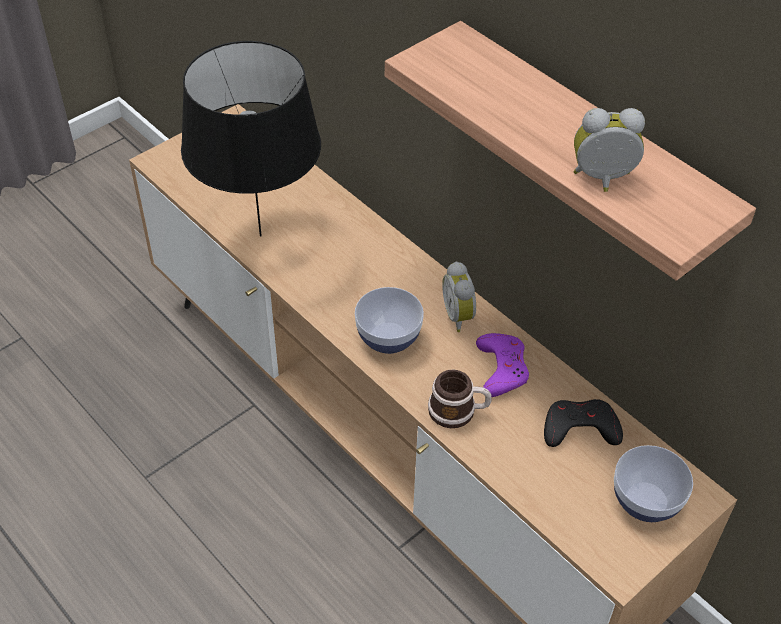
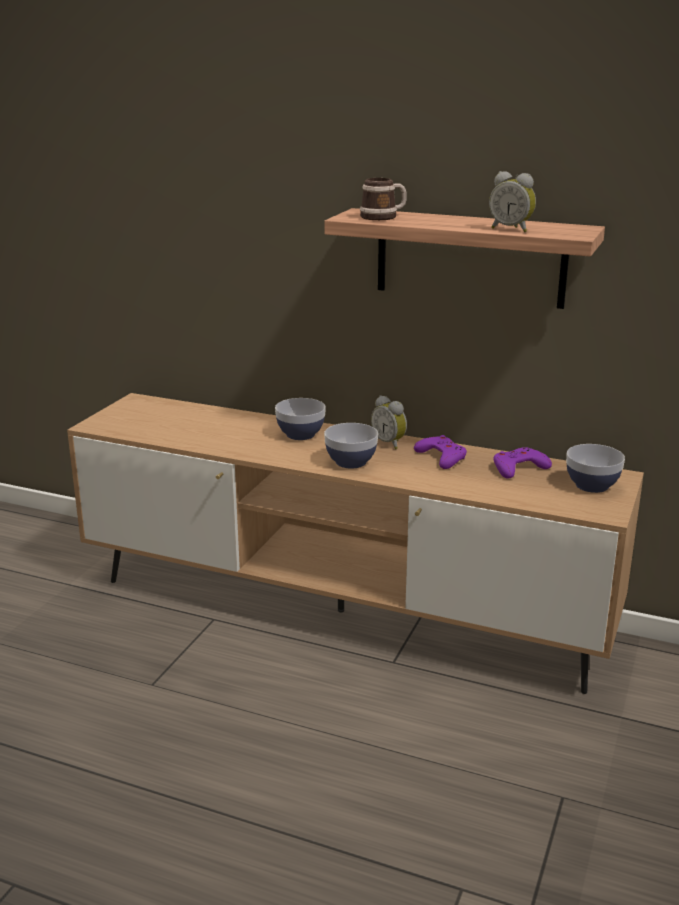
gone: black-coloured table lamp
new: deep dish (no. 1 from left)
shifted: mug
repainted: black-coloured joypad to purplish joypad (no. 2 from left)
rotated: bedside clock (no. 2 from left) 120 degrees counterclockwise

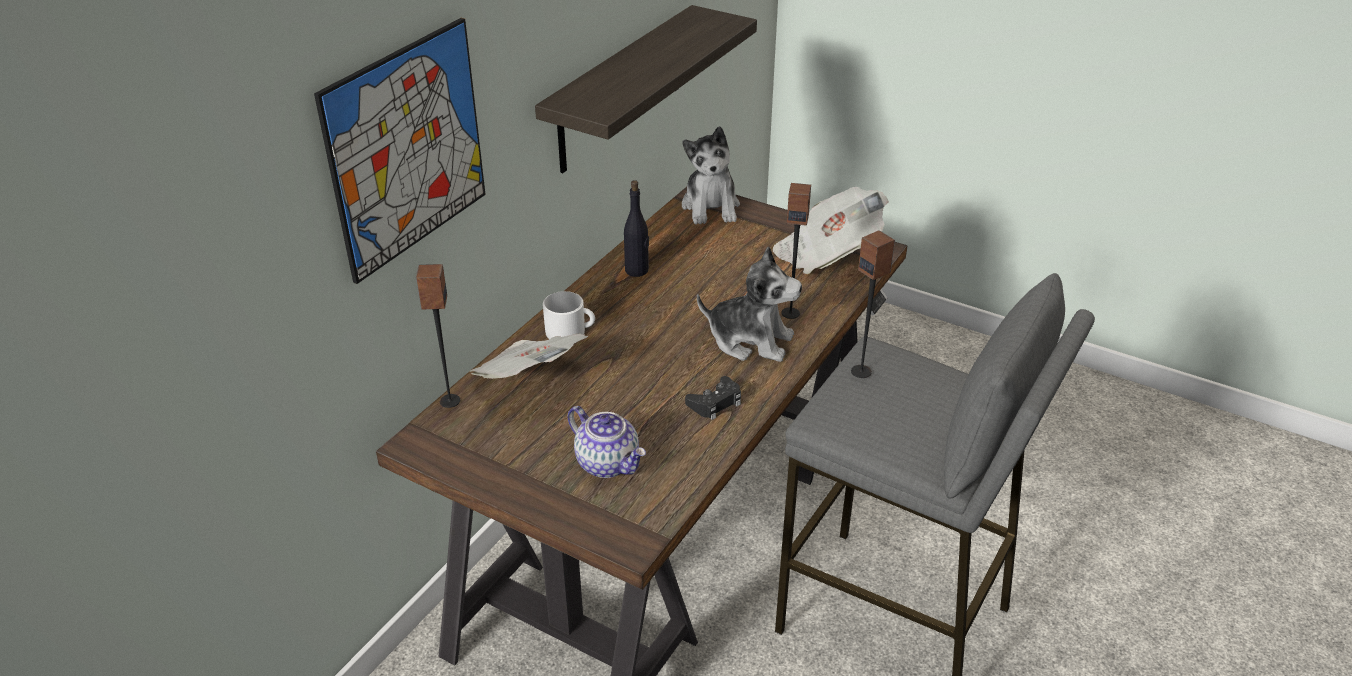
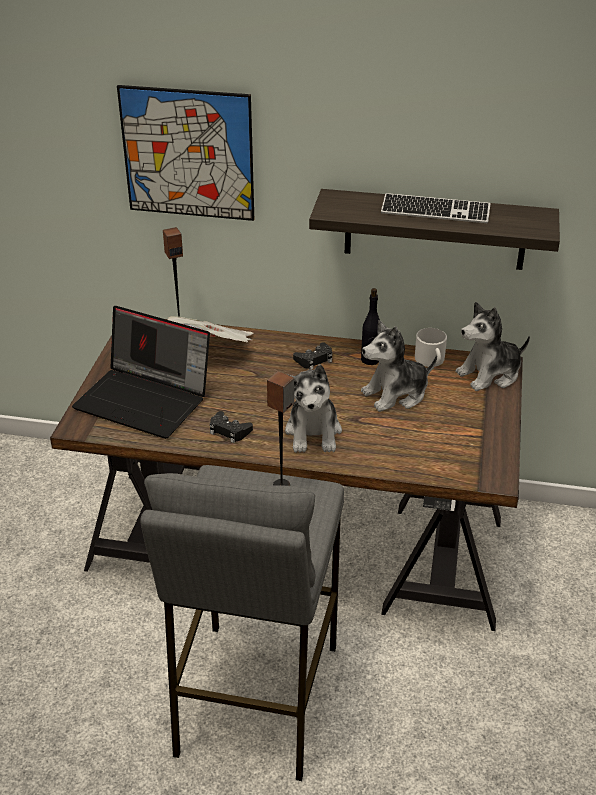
gone: printed paper (no. 2 from left); loudspeaker (no. 2 from left)
new: black-coloured joypad (no. 2 from left); cuddly toy (no. 2 from left); computer keyboard
shifted: white-coloured mug
swapped: pot for tea to notebook computer

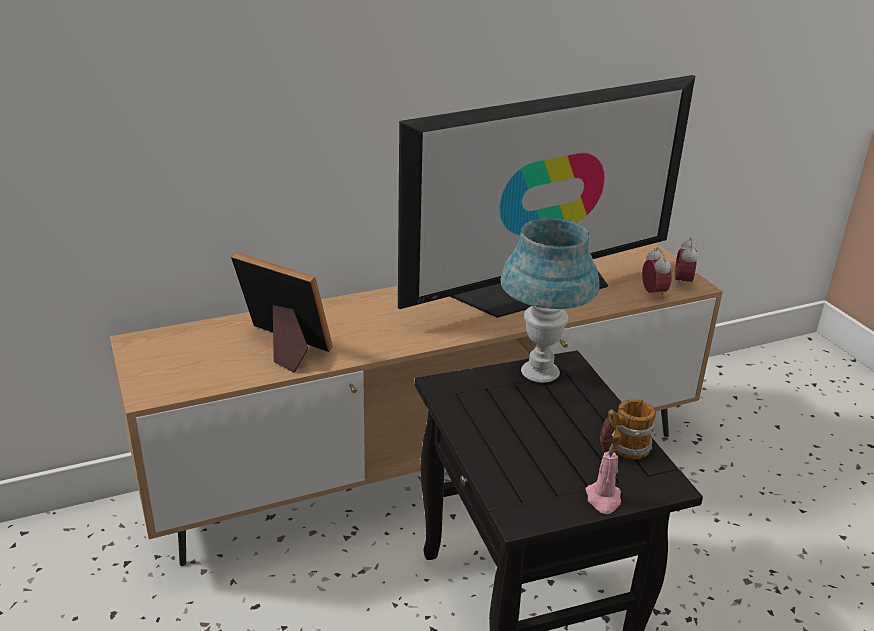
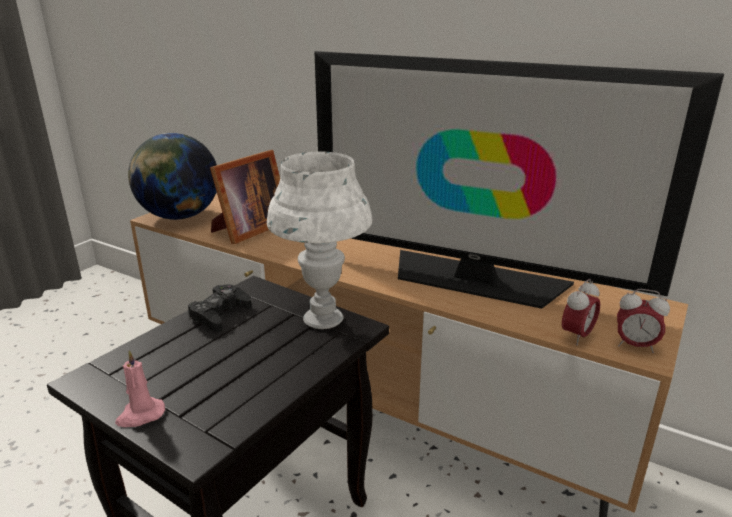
gone: mug
new: globe; black-coloured joypad
repainted: blue table lamp to white-coloured table lamp
rotated: photo frame 45 degrees clockwise; bedside clock (no. 2 from left) 135 degrees counterclockwise

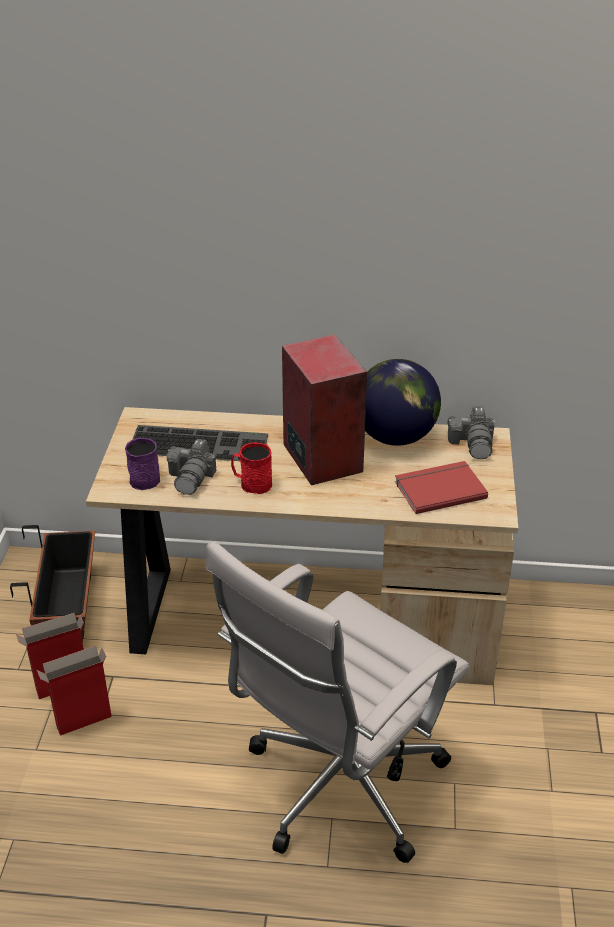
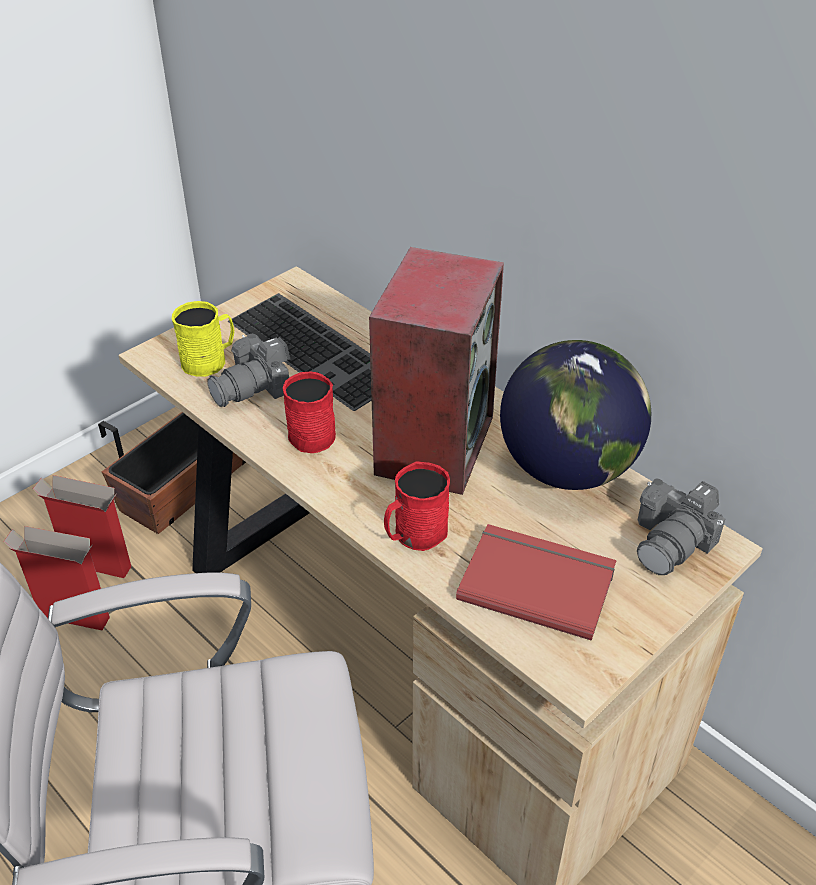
new: reddish mug (no. 2 from left)
repainted: purplish mug to yellow mug

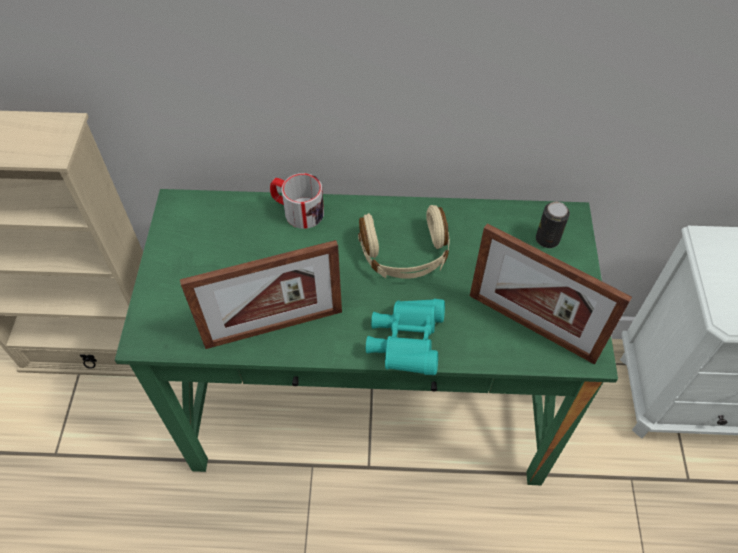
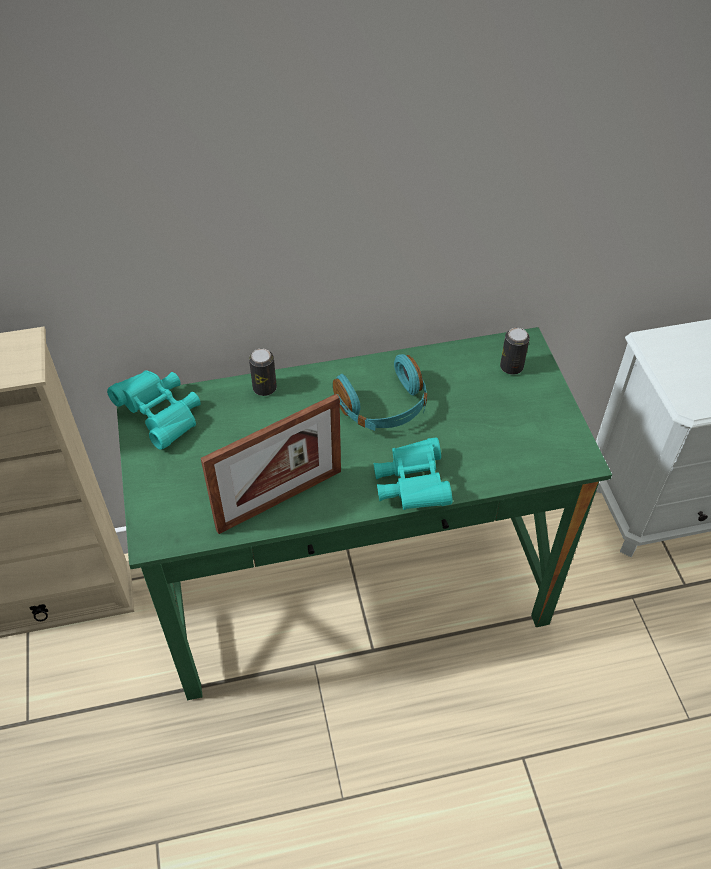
gone: photo frame (no. 2 from left)
new: blue-green field glasses (no. 1 from left)
swapped: mug to sealed can (no. 1 from left)
repainted: sand-coloured pair of headphones to blue-green pair of headphones

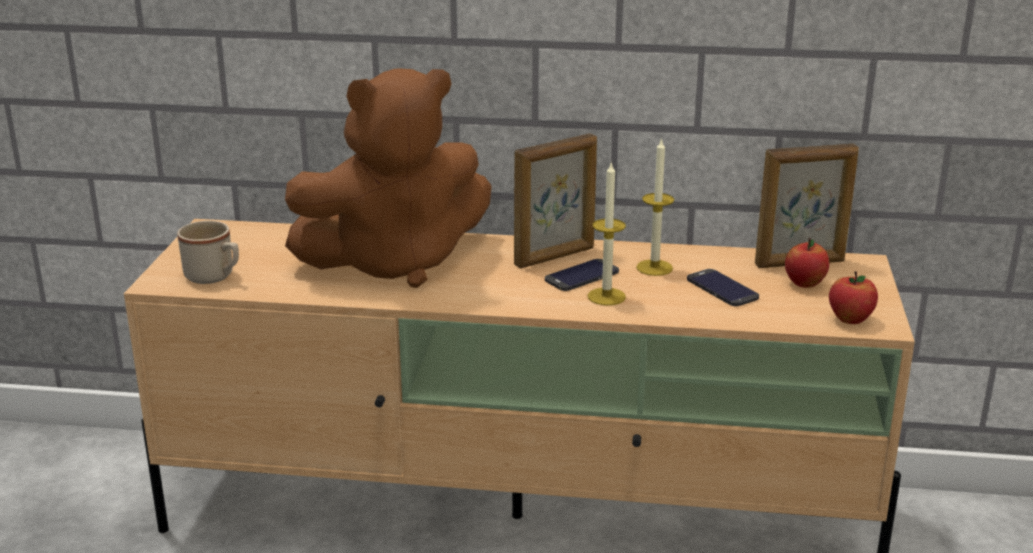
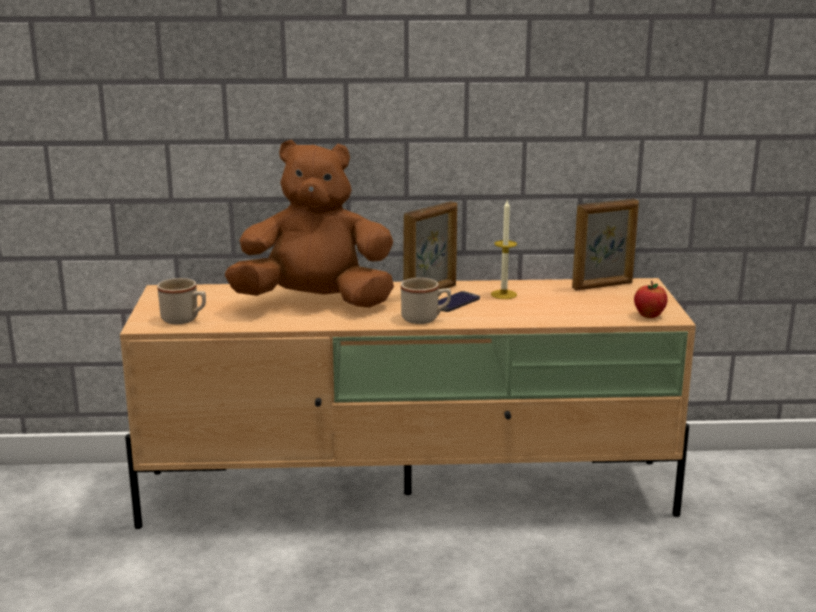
gone: wax light (no. 1 from left); telephone (no. 2 from left); apple (no. 1 from left)
new: sand-coloured mug (no. 2 from left)
rotated: brown cuddly toy 150 degrees counterclockwise

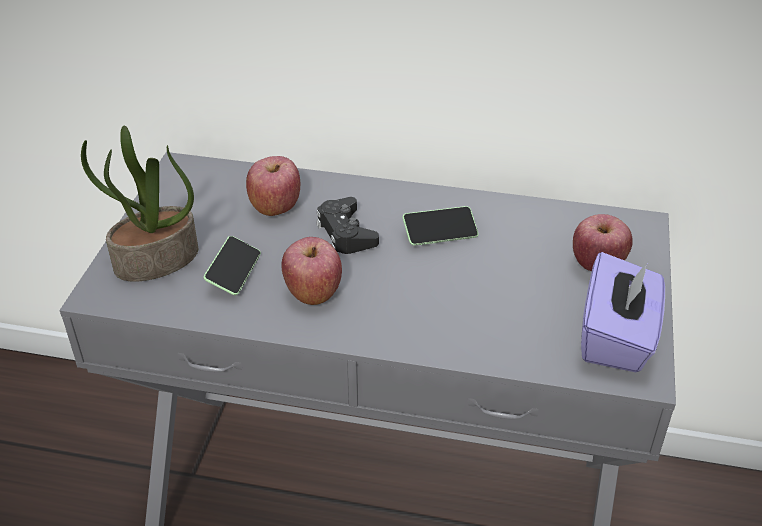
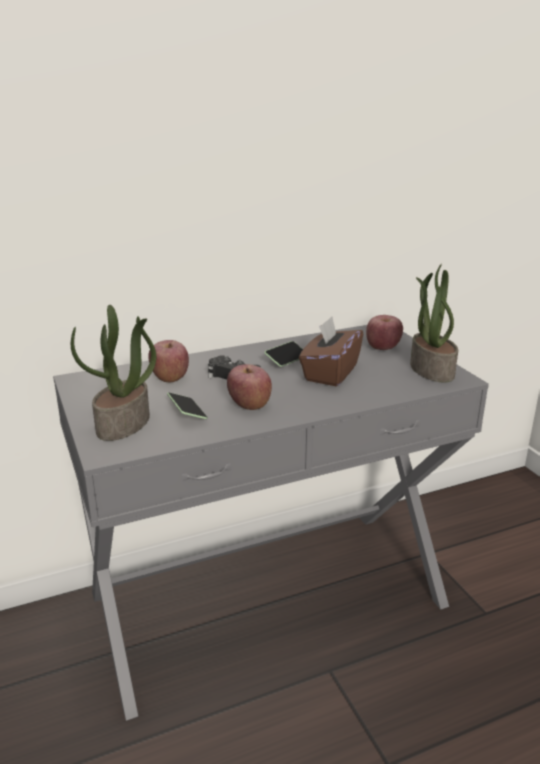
new: brown box of tissues
swapped: purplish box of tissues to potted plant (no. 2 from left)

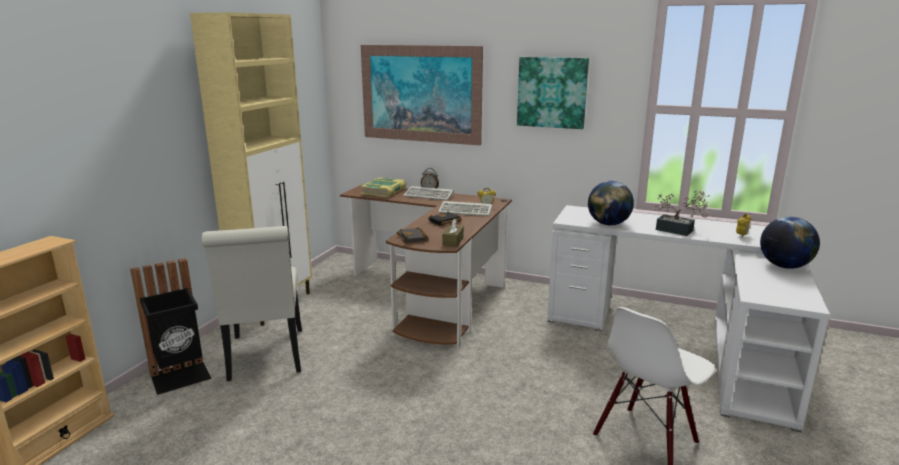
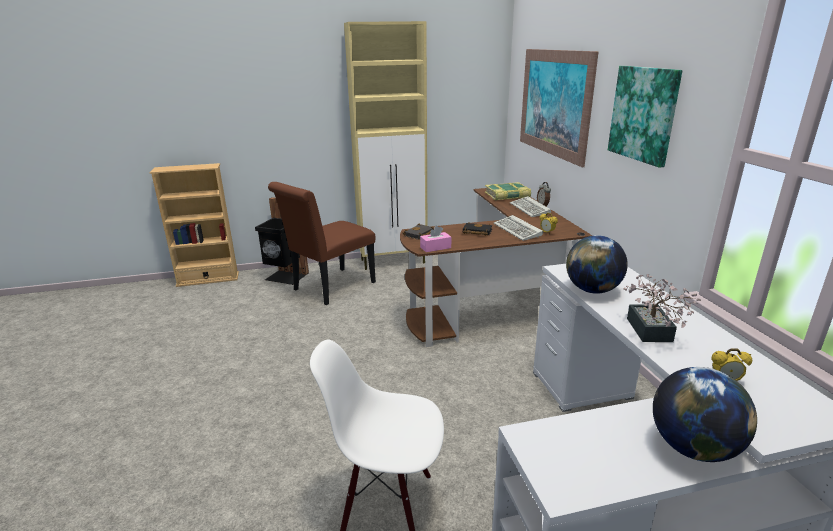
repainted: white-coloured chair (no. 1 from left) to brown chair; brown box of tissues to pink box of tissues

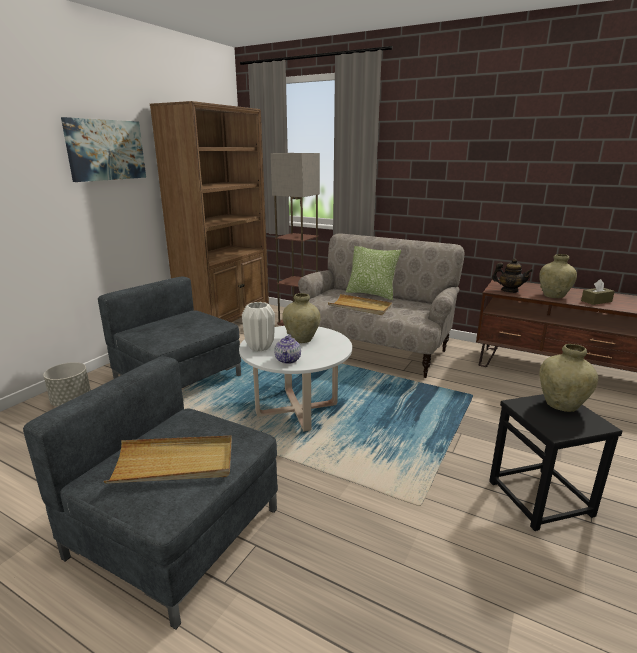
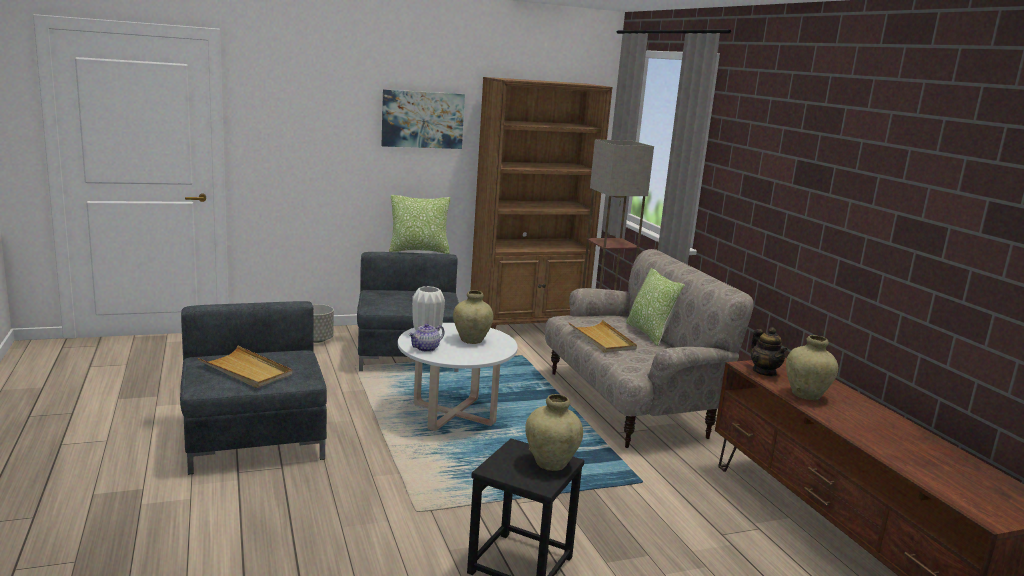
gone: brown box of tissues
new: pillow (no. 1 from left)

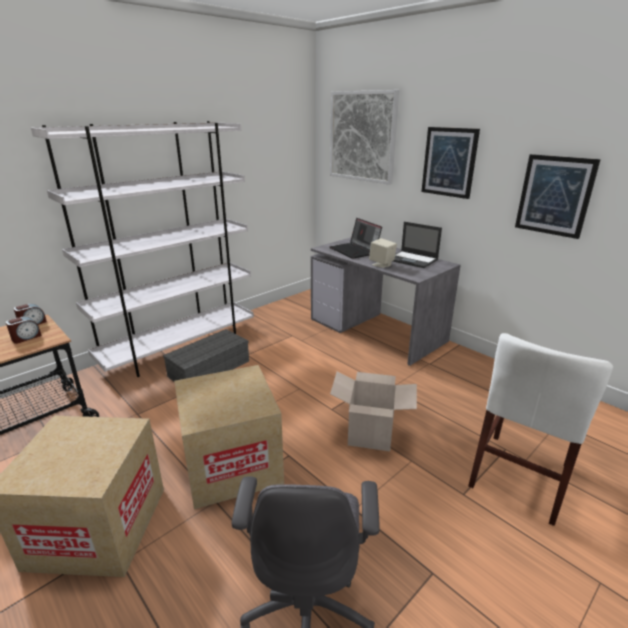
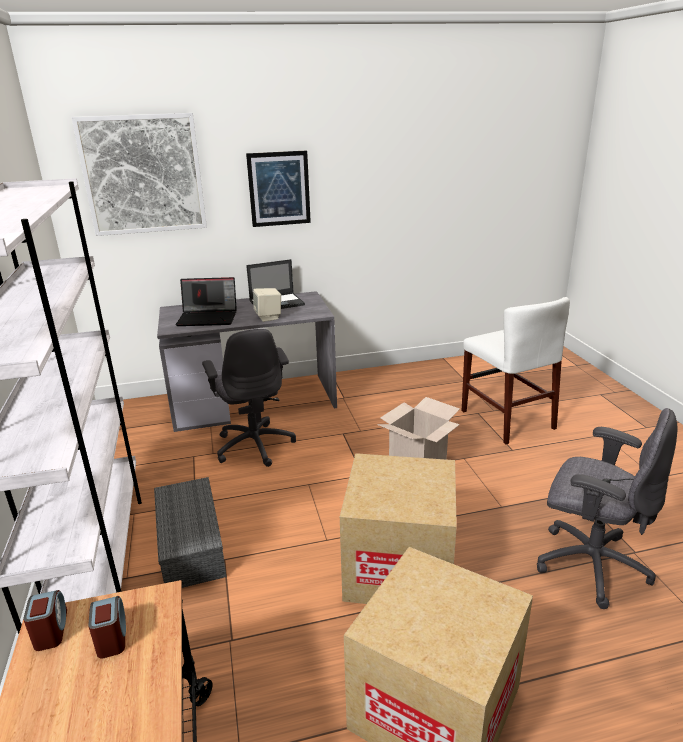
gone: wall picture (no. 3 from left)
new: grey desk chair (no. 1 from left)

